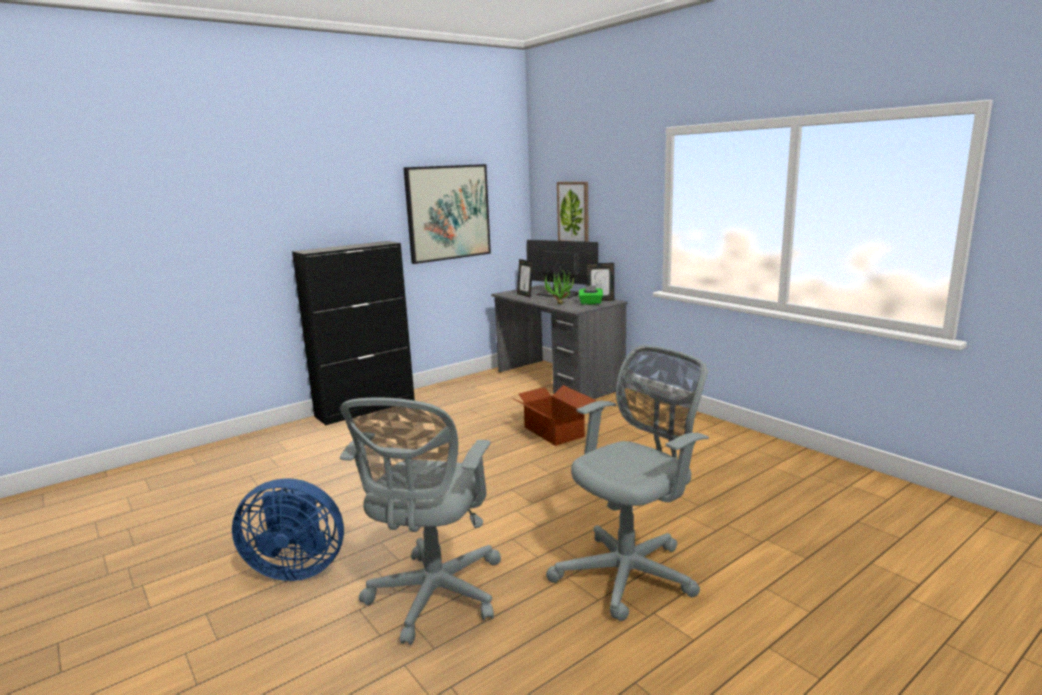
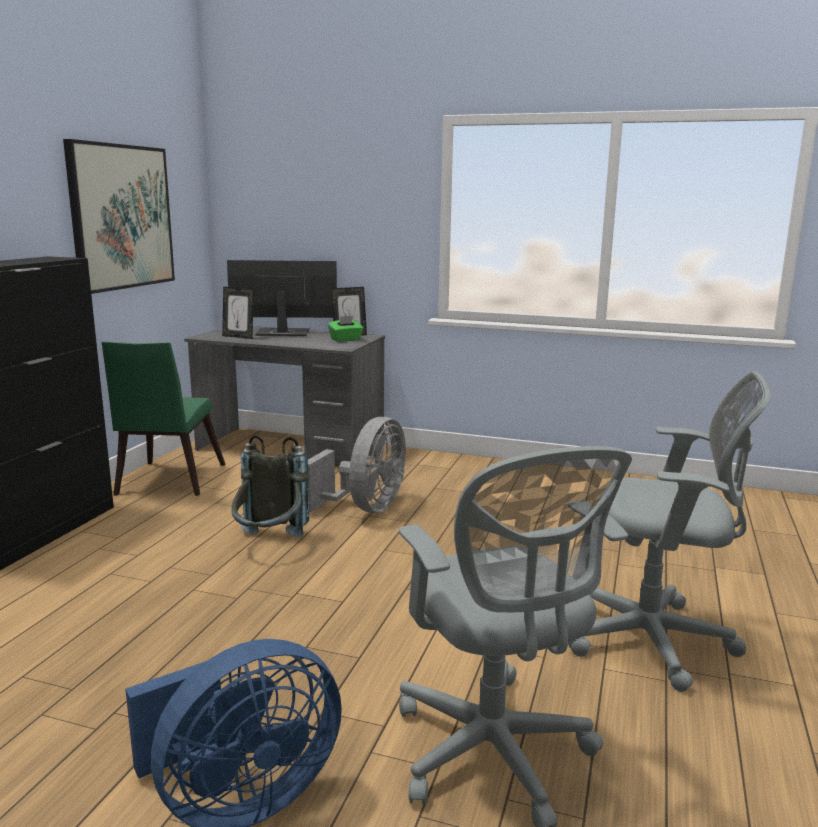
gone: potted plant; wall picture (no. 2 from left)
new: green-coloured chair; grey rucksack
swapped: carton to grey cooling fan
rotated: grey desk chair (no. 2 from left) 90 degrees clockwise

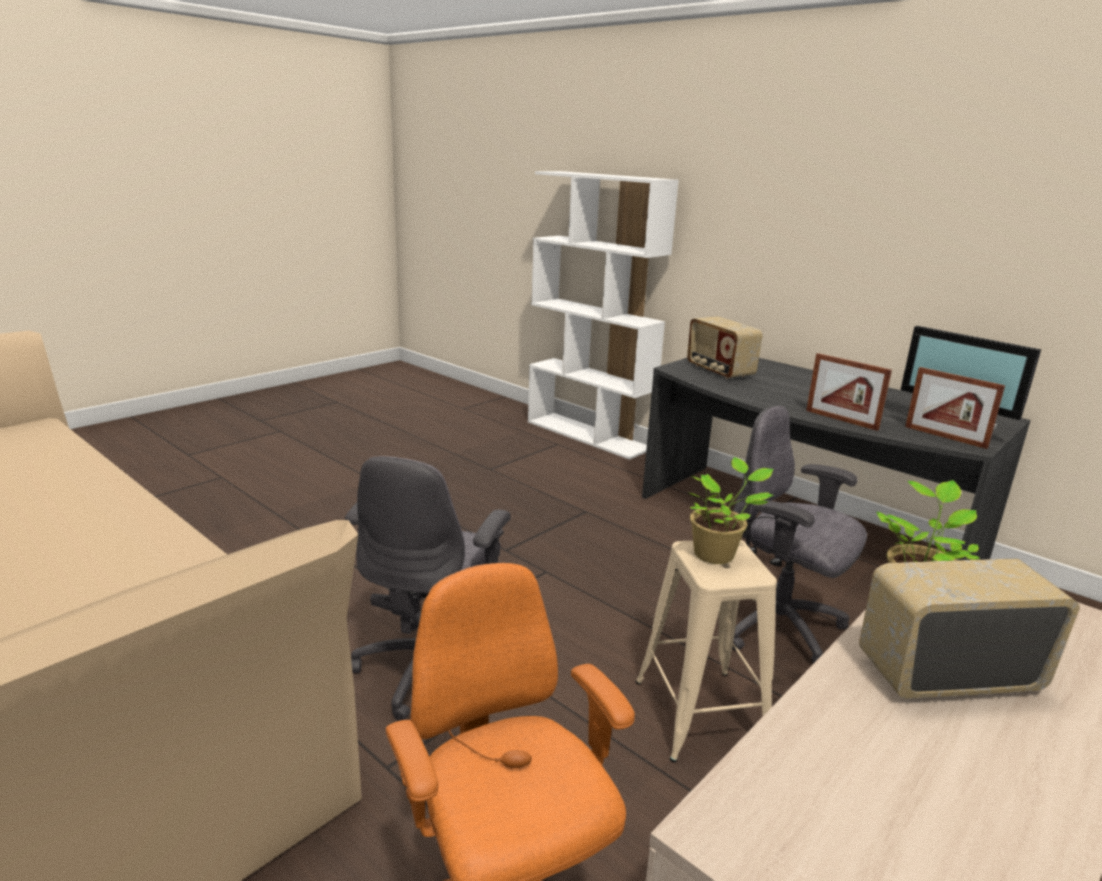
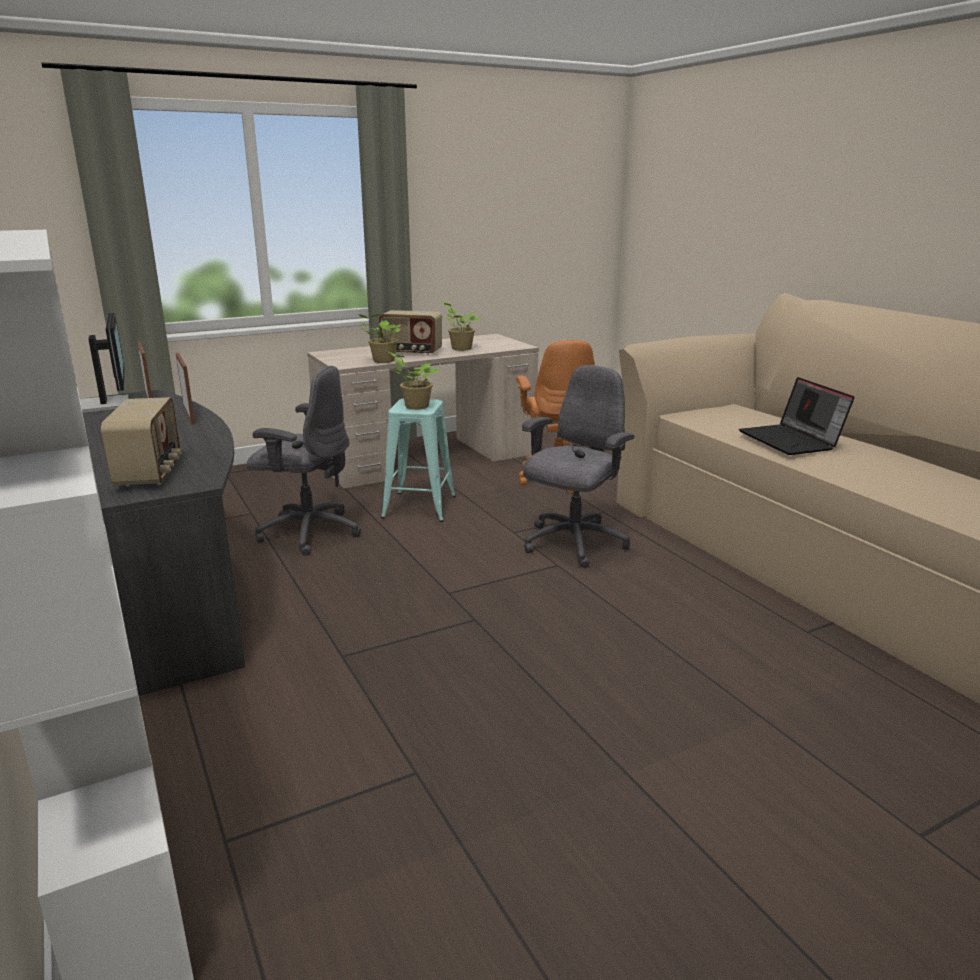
new: potted plant (no. 3 from left); notebook computer
repainted: sand-coloured sitting stool to blue-green sitting stool
rotated: grey desk chair (no. 2 from left in the first image) 45 degrees counterclockwise

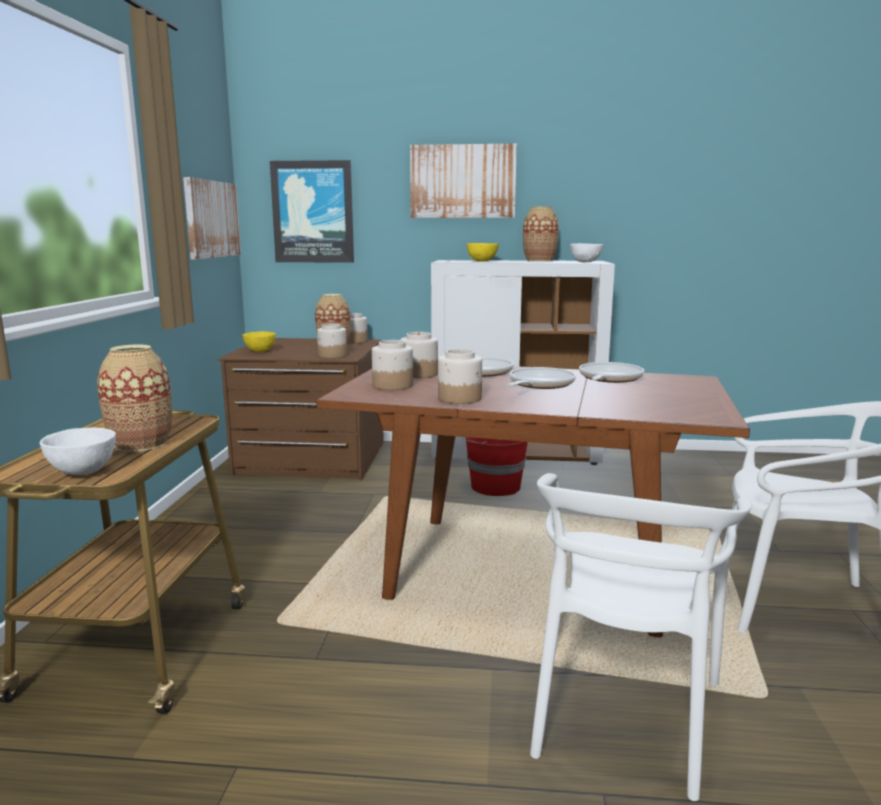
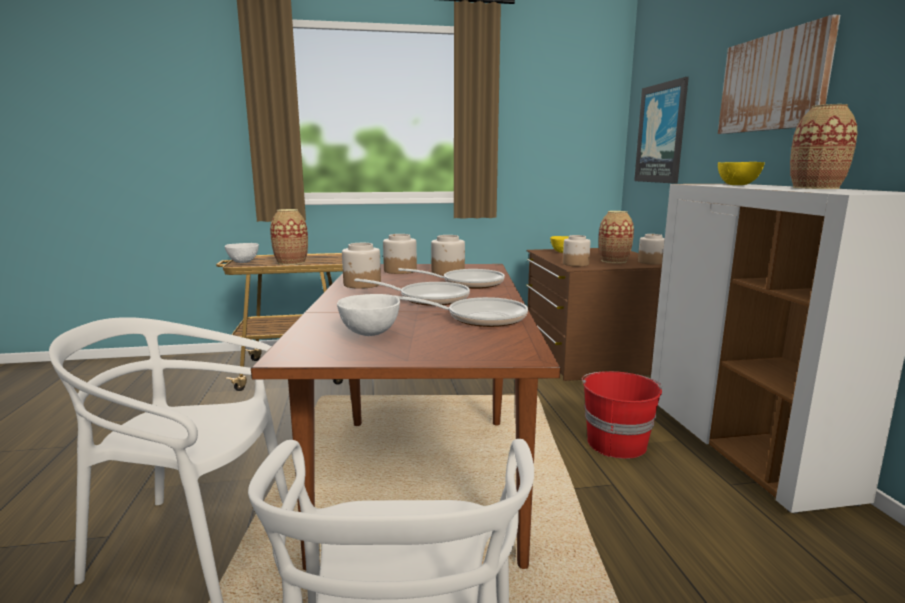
gone: wall picture (no. 1 from left)
shifted: white-coloured deep dish (no. 2 from left)

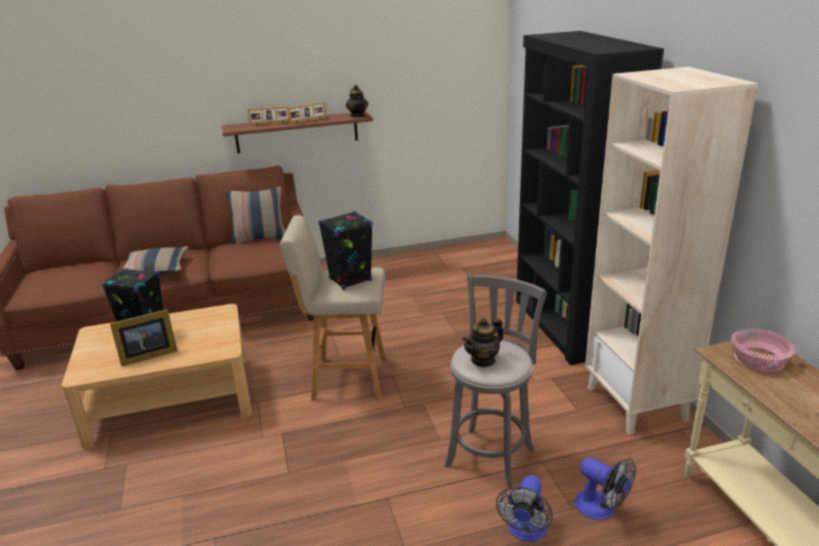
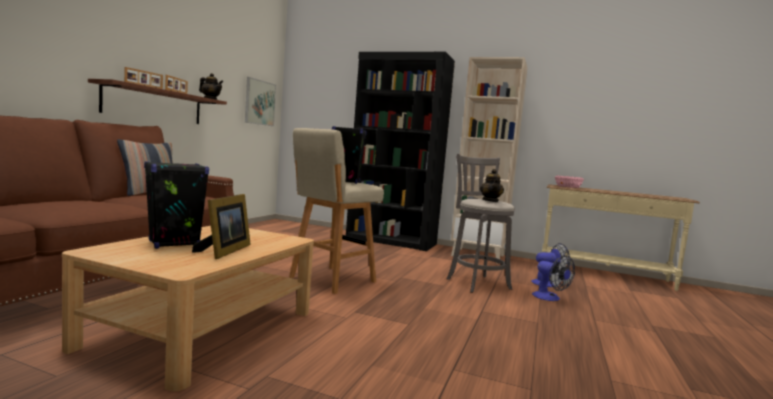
gone: pillow (no. 1 from left)
new: wall picture

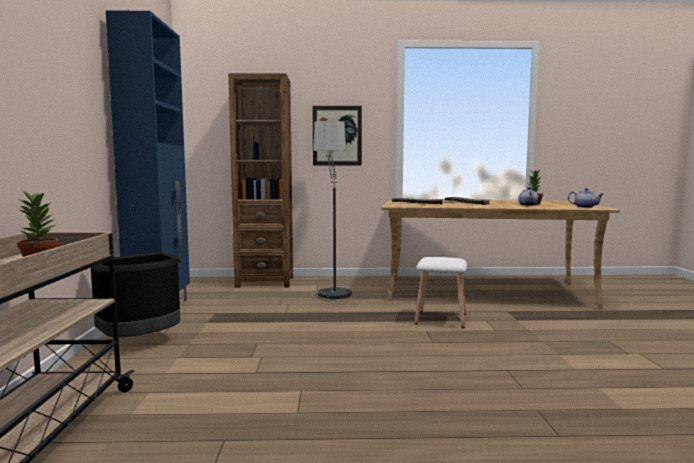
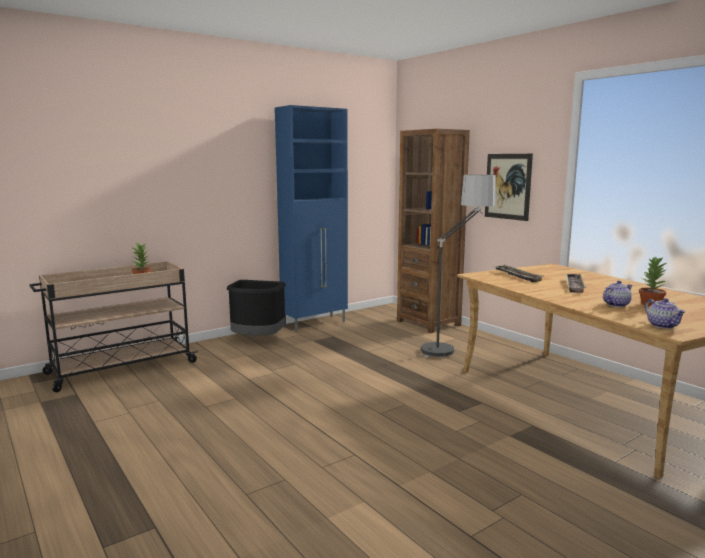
gone: white-coloured sitting stool

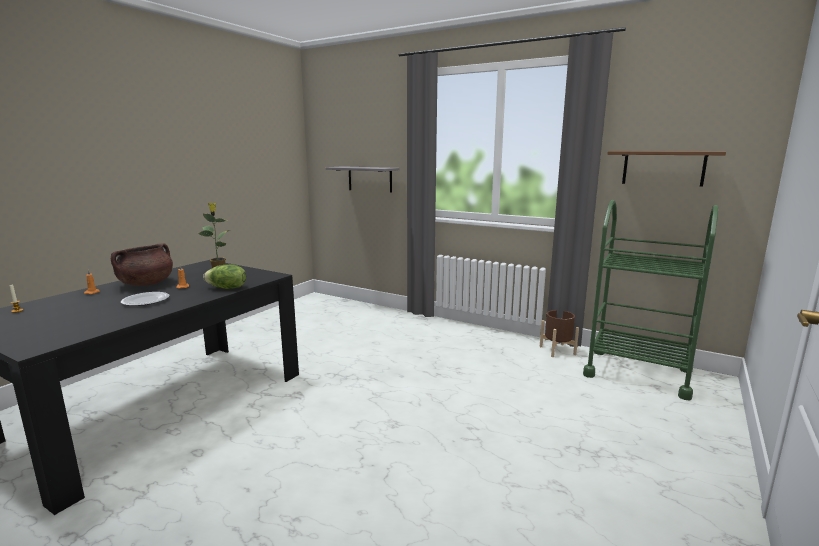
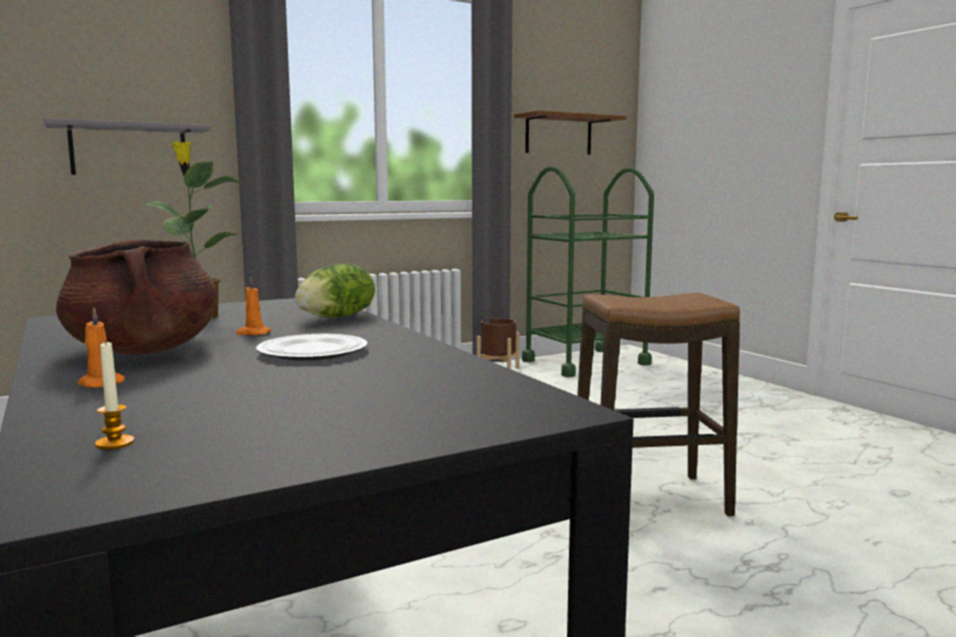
new: sitting stool

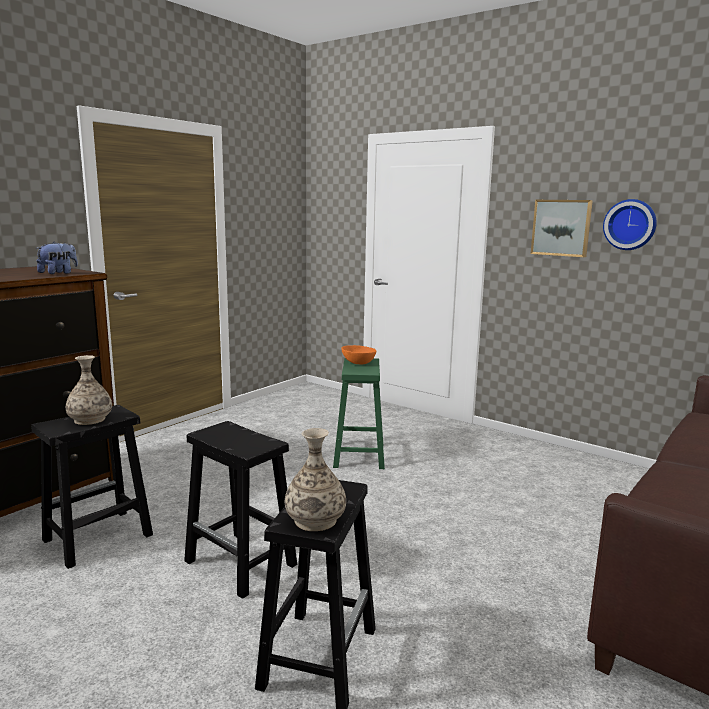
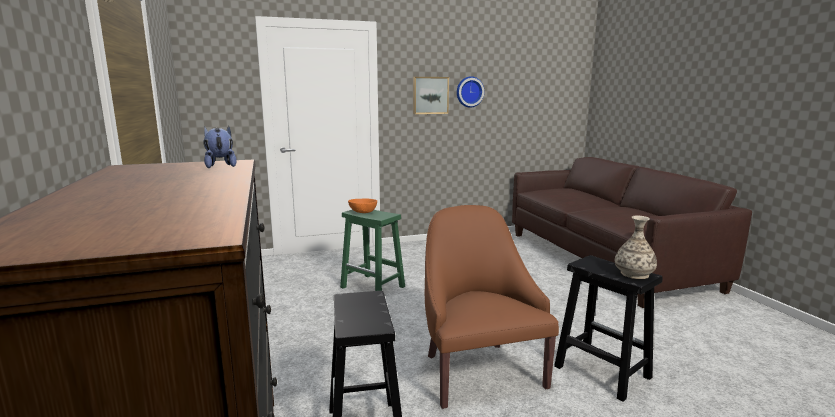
gone: flower vase (no. 1 from left)
swapped: black-coloured sitting stool (no. 2 from left) to brown armchair

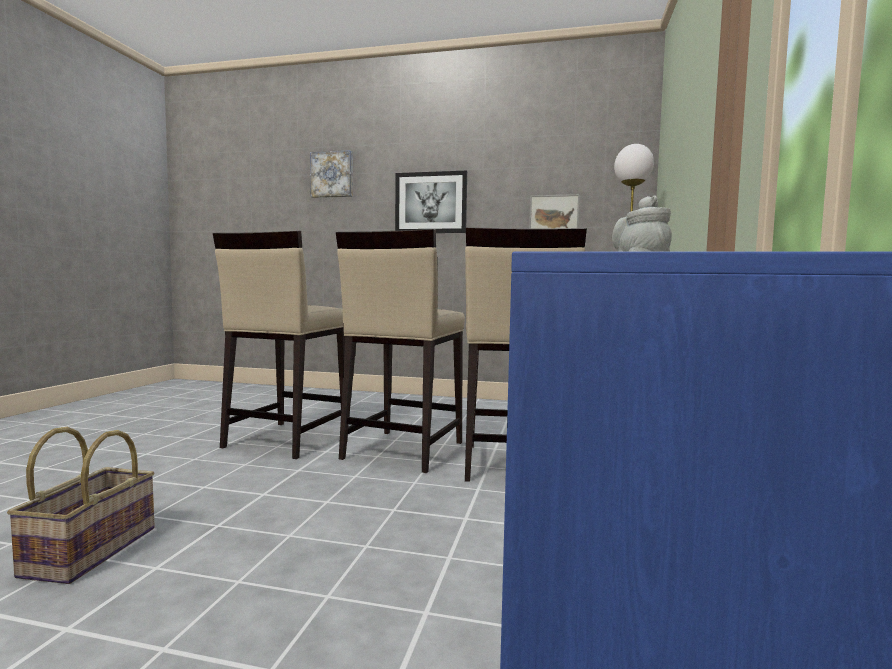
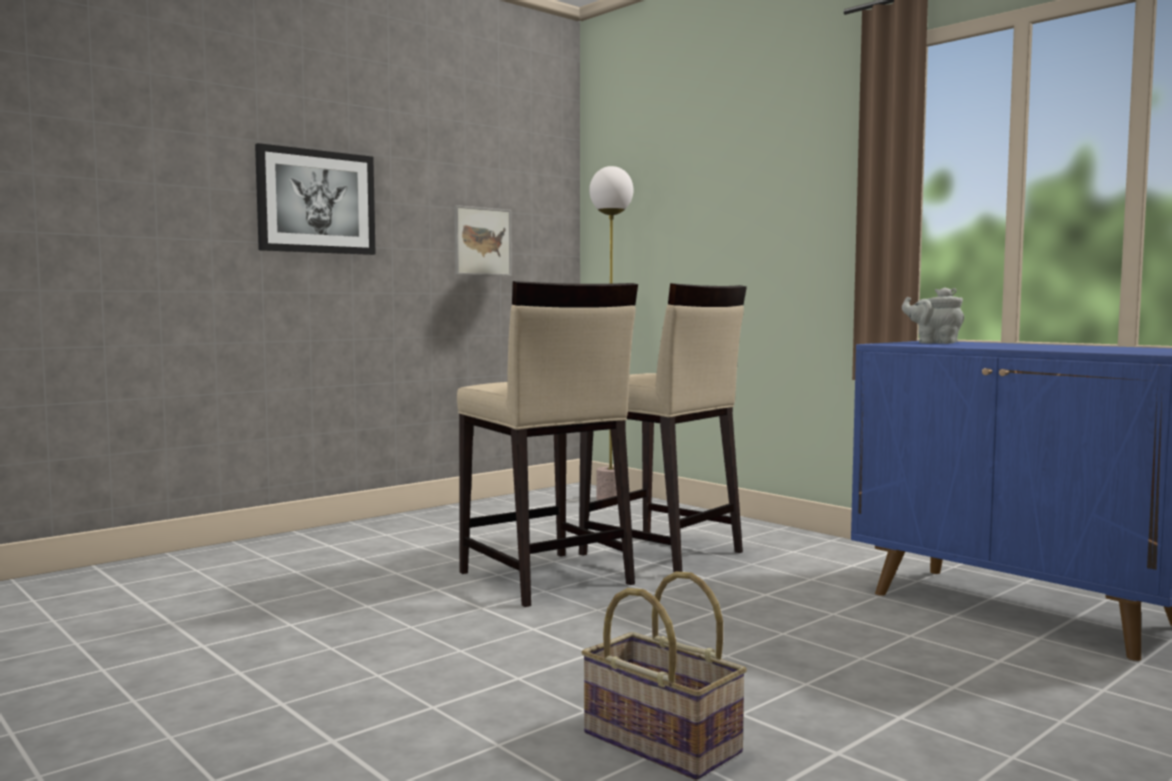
gone: sand-coloured sitting stool (no. 1 from left); wall picture (no. 1 from left)

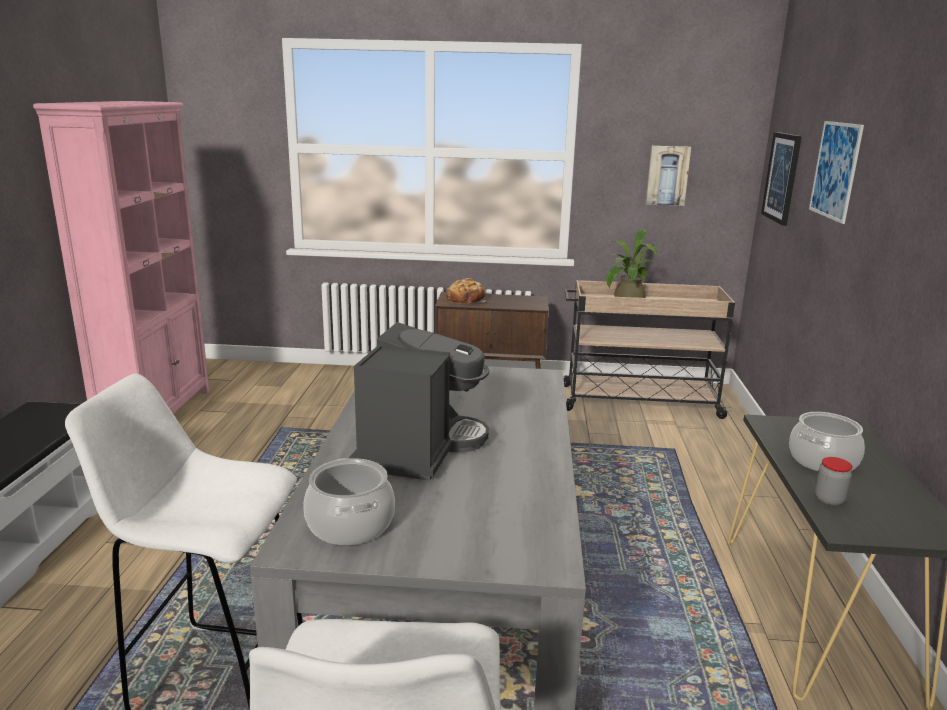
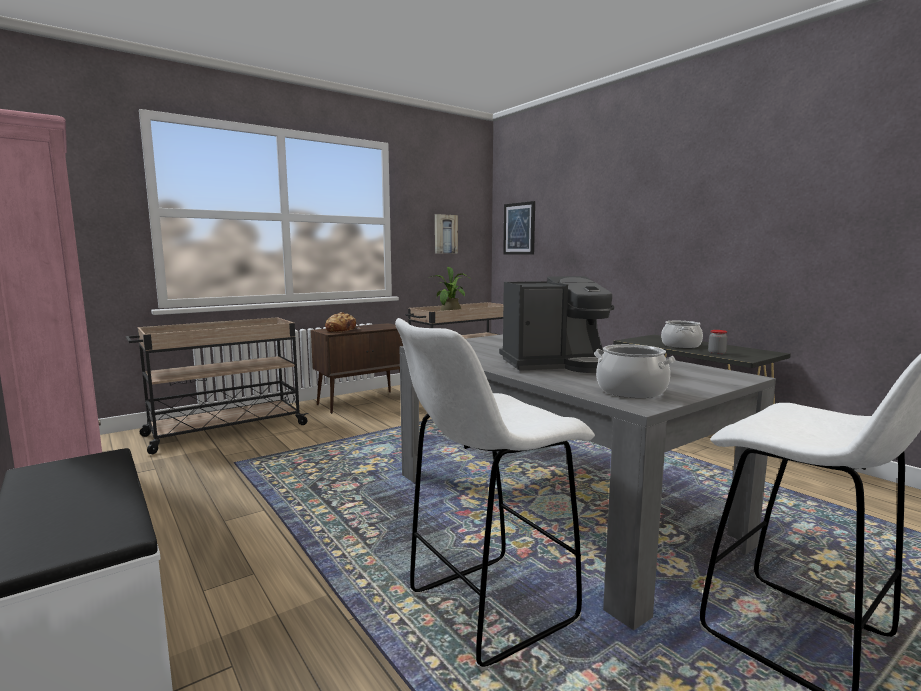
gone: wall picture (no. 3 from left)
new: sand-coloured cart (no. 1 from left)
rotated: coffee machine 105 degrees clockwise

